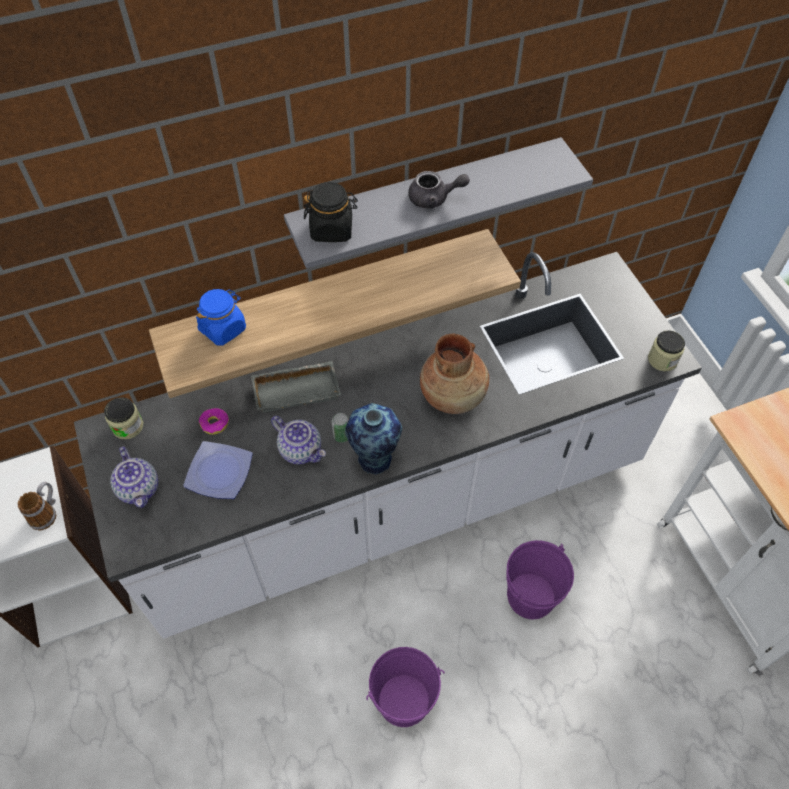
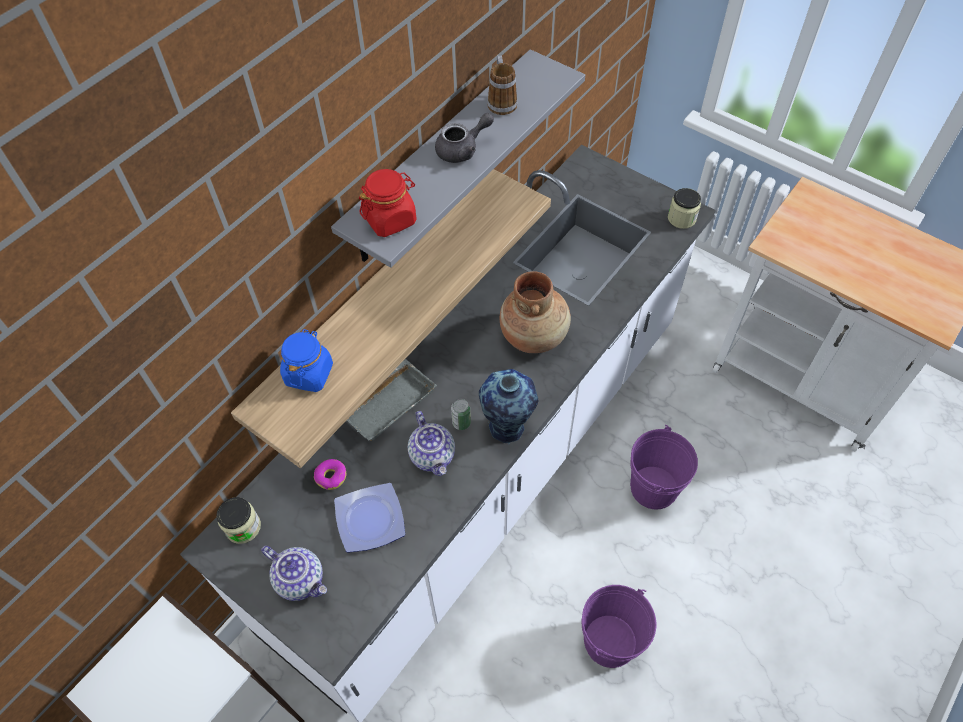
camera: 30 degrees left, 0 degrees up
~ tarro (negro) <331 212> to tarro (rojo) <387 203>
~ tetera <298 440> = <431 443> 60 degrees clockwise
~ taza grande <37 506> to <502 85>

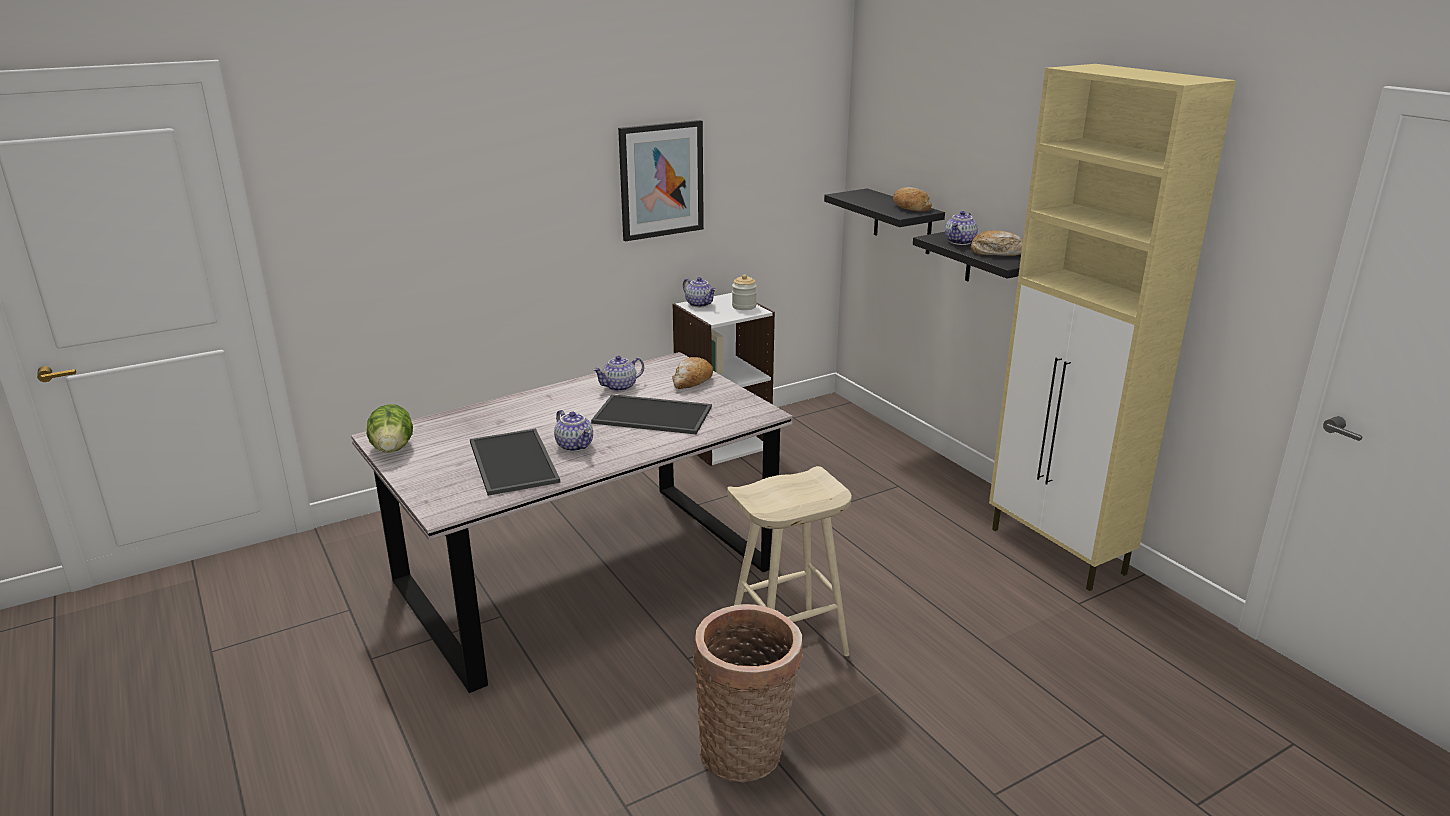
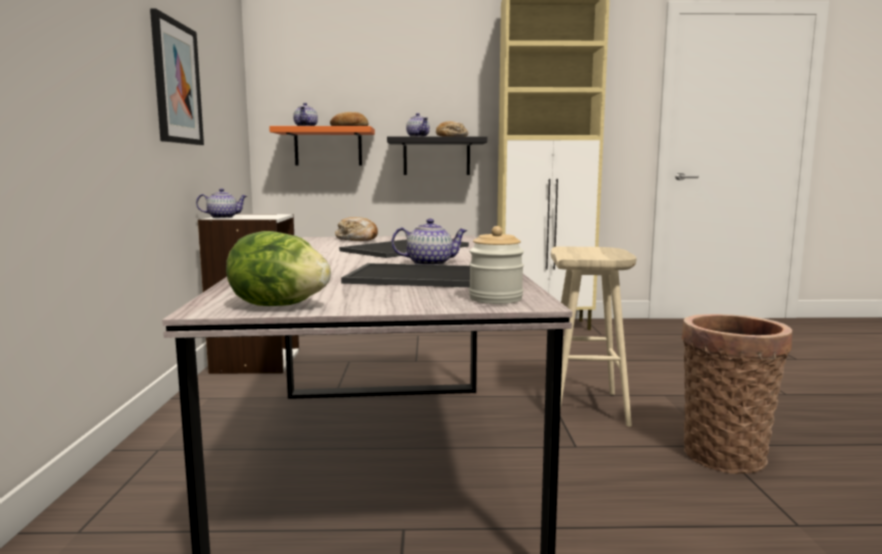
camera: 60 degrees left, 15 degrees down
~ estante (negro) <884 221> to estante (naranja) <322 145>
~ tarro <744 292> to <496 265>
~ tetera <618 374> to <305 114>

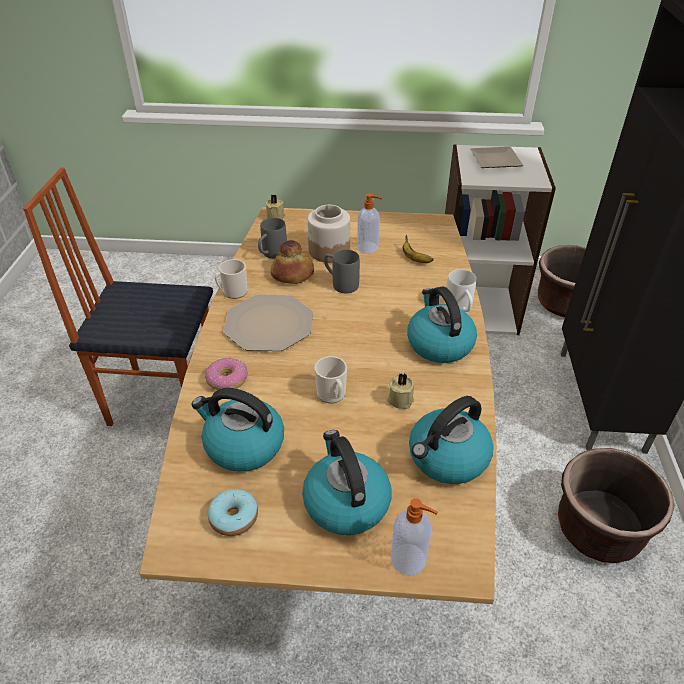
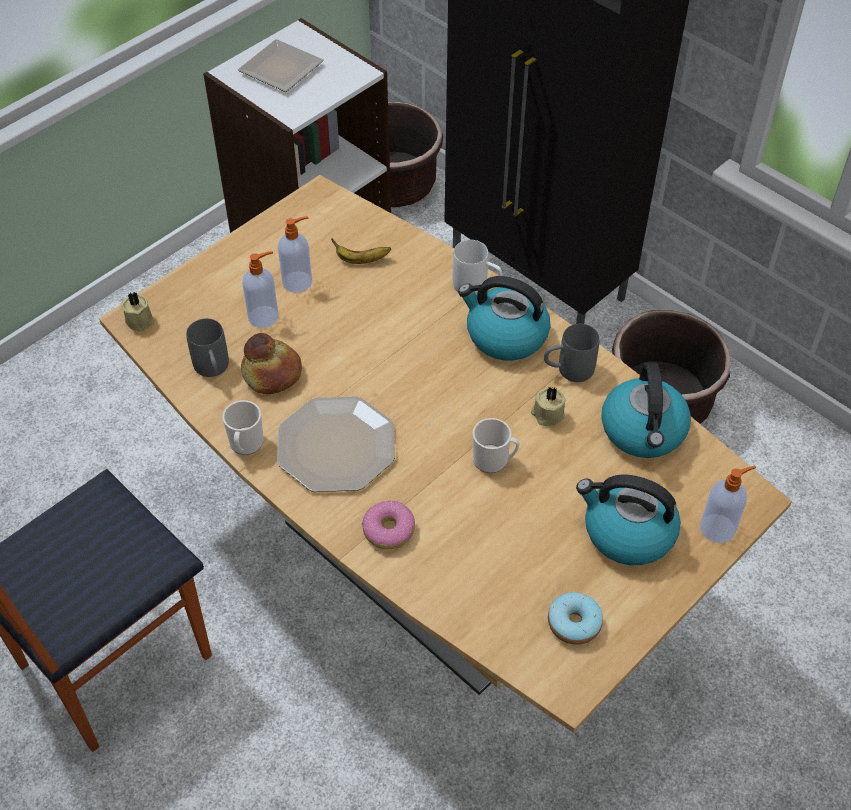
camera: 50 degrees left, 10 degrees up
~ tarro <328 234> to dispensador de jabón <260 289>
~ taza grande (gris) <342 271> to <572 353>
- hervidor <238 430>

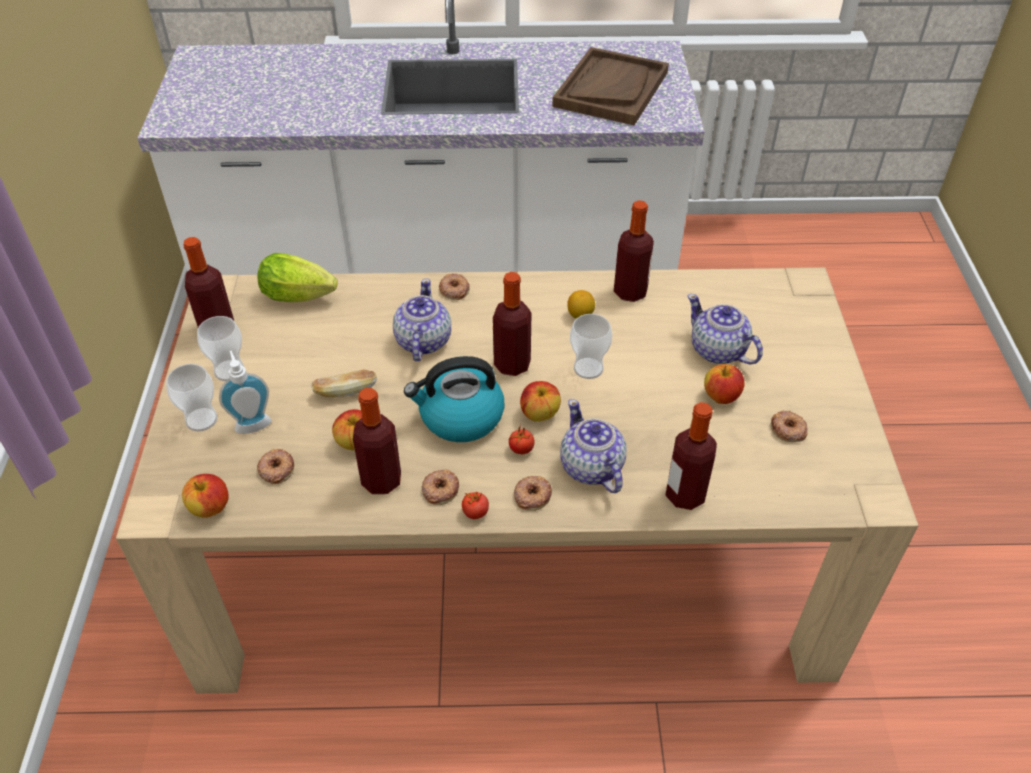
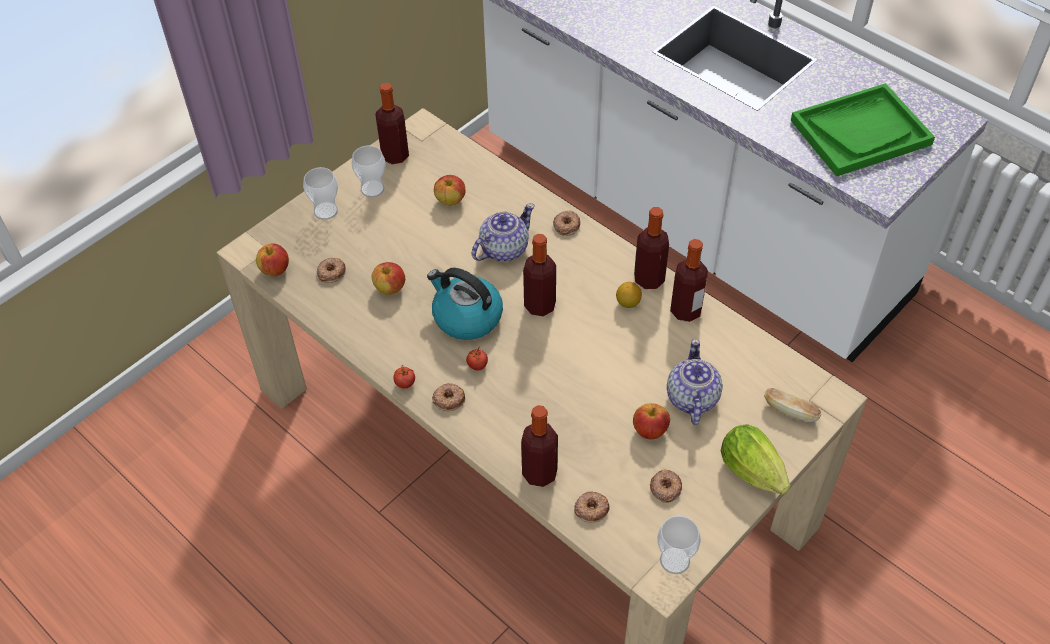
camera: 45 degrees right, 5 degrees up
~ bandeja (marrón) <610 86> to bandeja (verde) <863 130>
~ lechuga <298 277> to <755 459>
~ taza <591 346> to <679 545>
- dispensador de jabón <245 392>
~ pan <344 383> to <792 405>
~ manzana <540 401> to <450 190>
~ botella <377 441> to <651 248>
- tetera <593 446>
~ rosquilla <440 487> to <591 507>

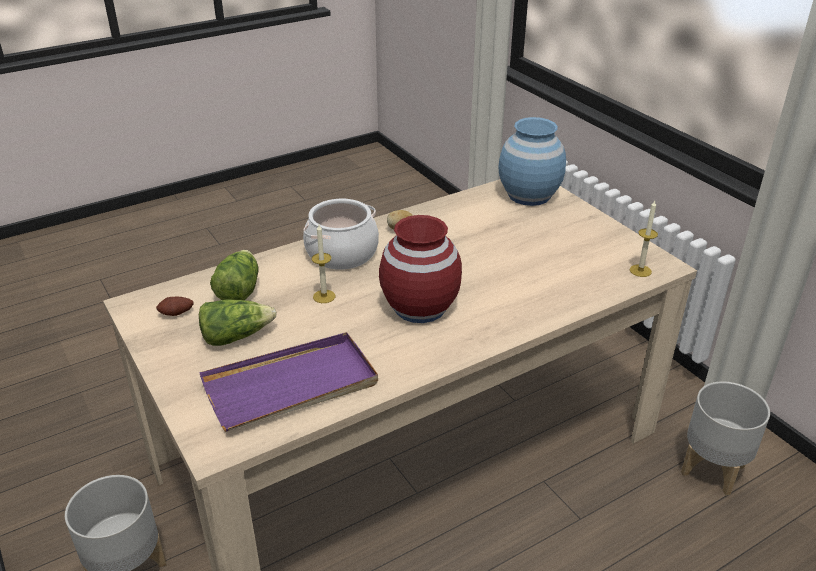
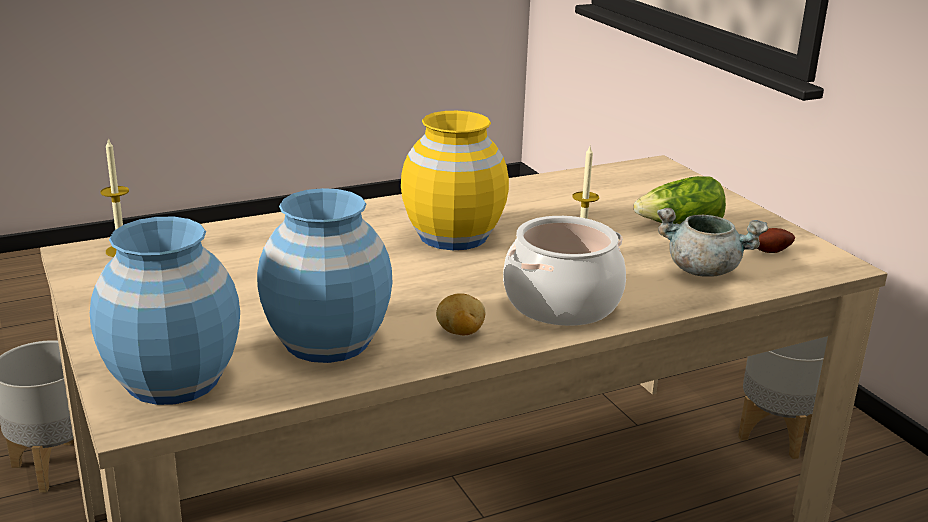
camera: 175 degrees left, 10 degrees down
~ florero (rojo) <420 269> to florero (amarillo) <455 180>
~ lechuga <234 275> to olla (gris) <712 242>
- bandeja (morado) <288 382>
+ florero (azul) <324 275>

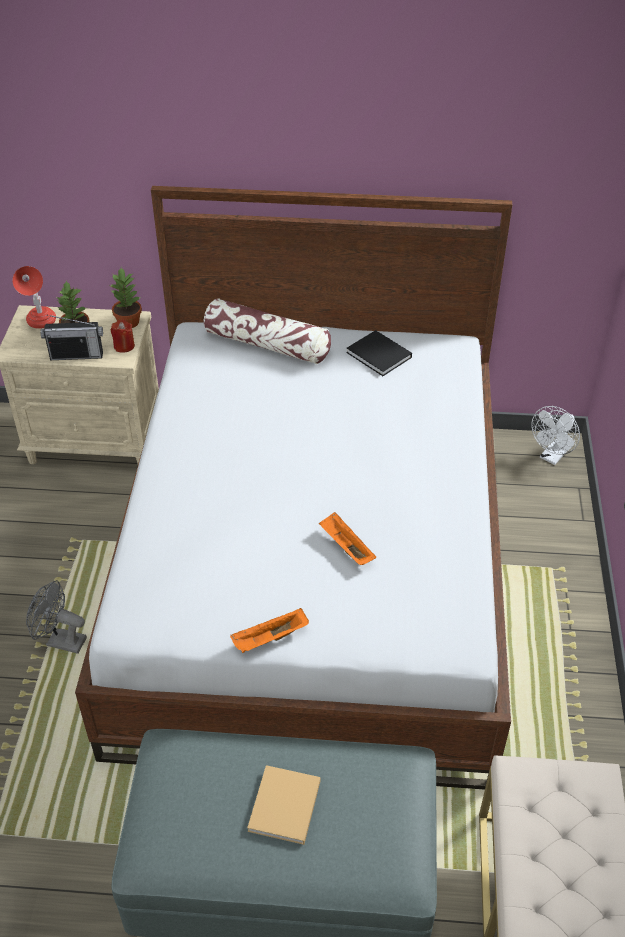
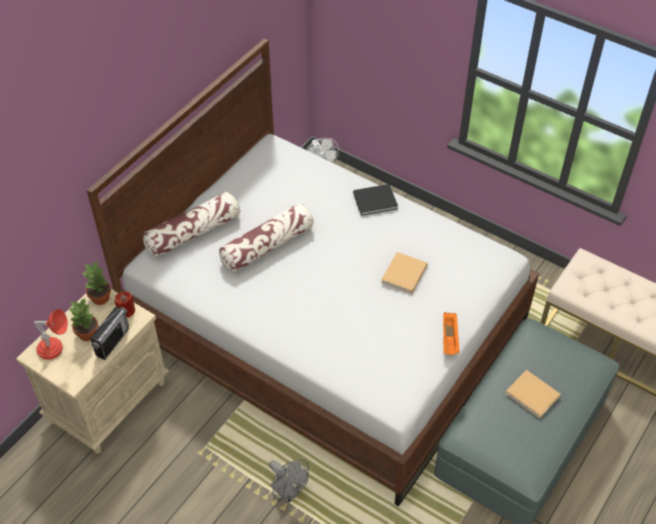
camera: 60 degrees left, 5 degrees up
~ libro (negro) <379 353> to <375 200>
~ bandeja (naranja) <347 538> to libro (beis) <404 273>
~ ventilador (gris) <56 617> = <289 481> 90 degrees counterclockwise
+ cojín <266 237>

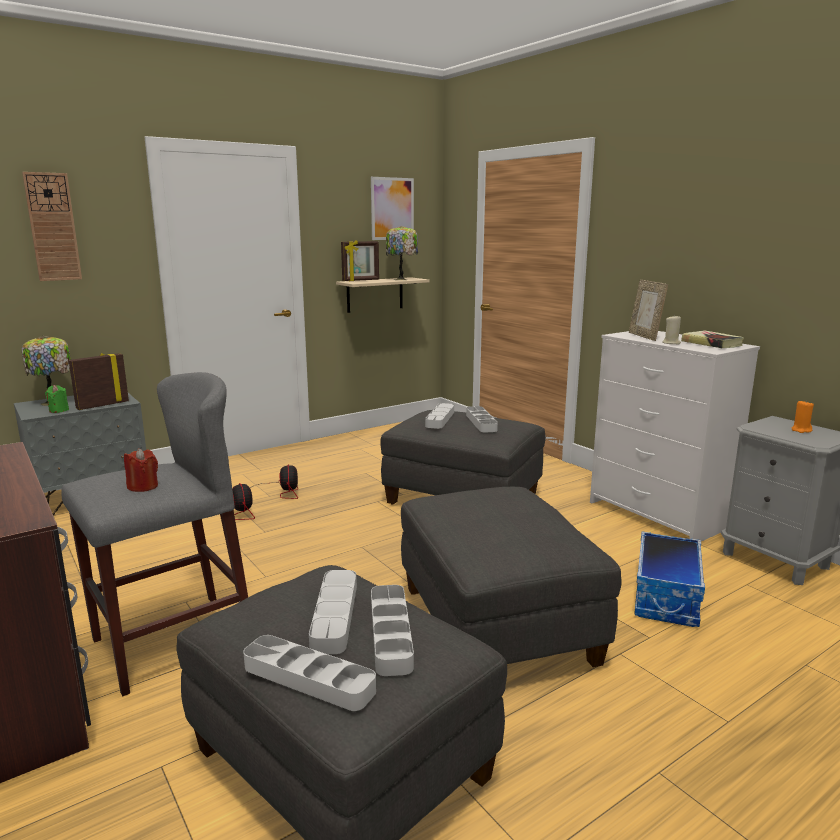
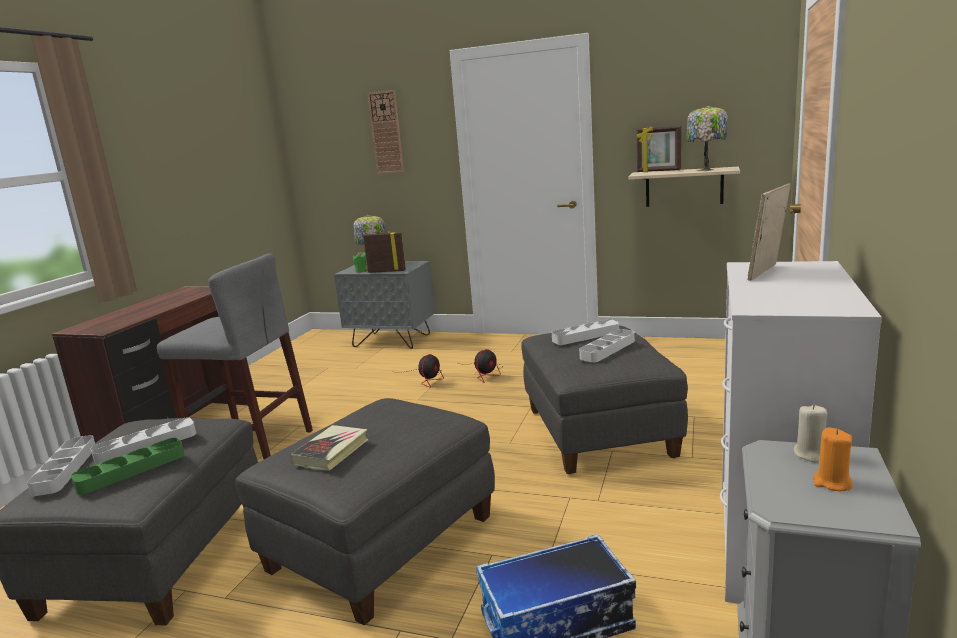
camera: 55 degrees right, 0 degrees up
- cuadro <392 208>
~ vela (beis) <671 329> to <811 433>
~ libro <712 339> to <329 448>
- vela (rojo) <141 470>
~ bandeja (gris) <392 630> to bandeja (verde) <128 466>

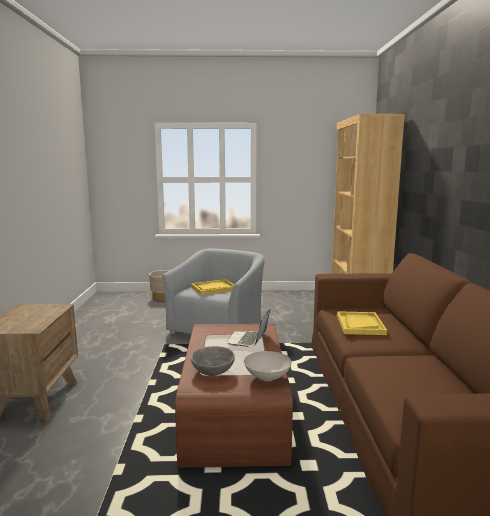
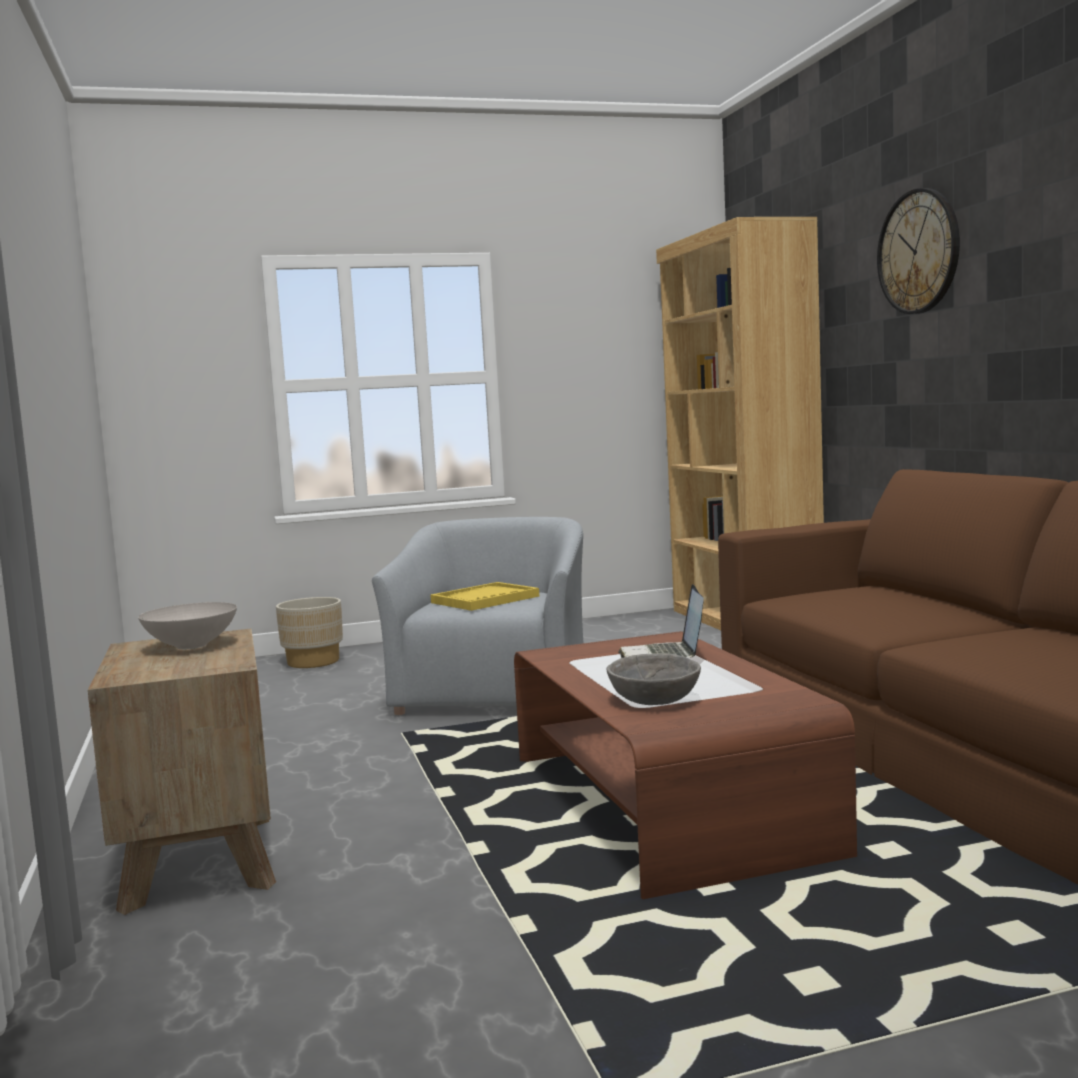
camera: 15 degrees left, 5 degrees down
- bandeja (amarillo) <362 323>
~ cuenco (blanco) <268 366> to <187 625>
+ reloj de pared <918 251>

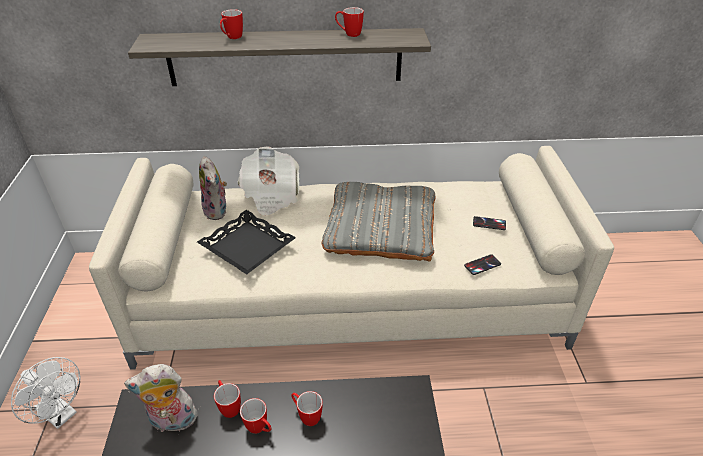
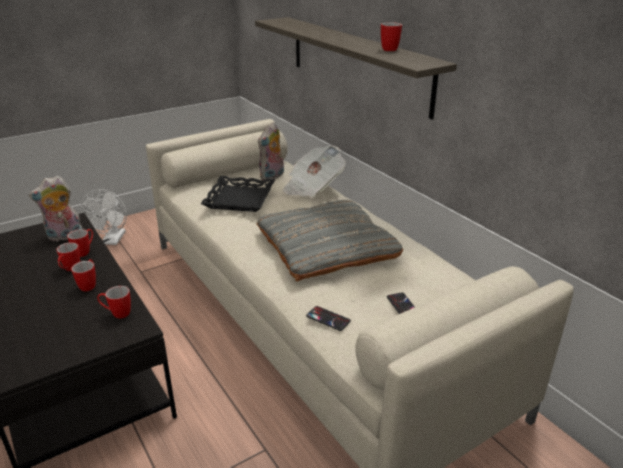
camera: 60 degrees right, 10 degrees down
~ taza grande <231 24> to <114 302>
~ peluche <162 398> = <55 209> 75 degrees counterclockwise

